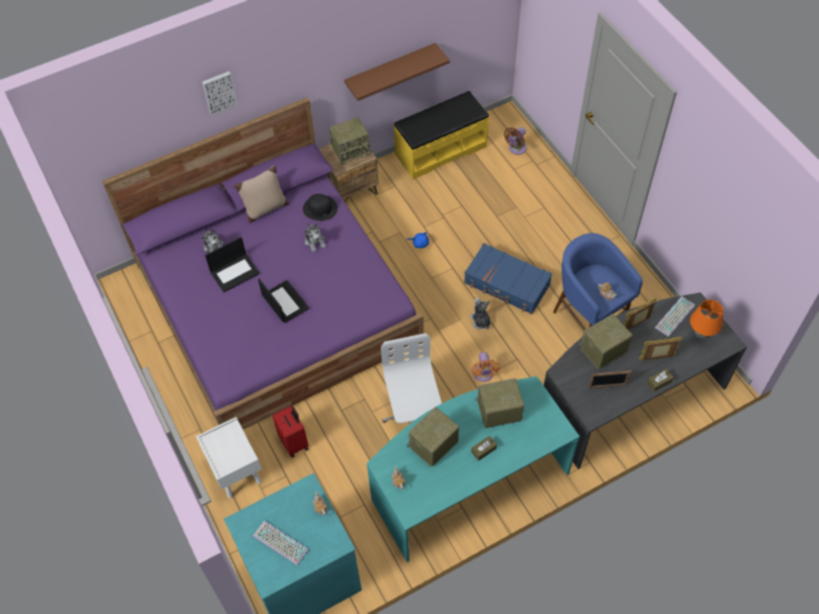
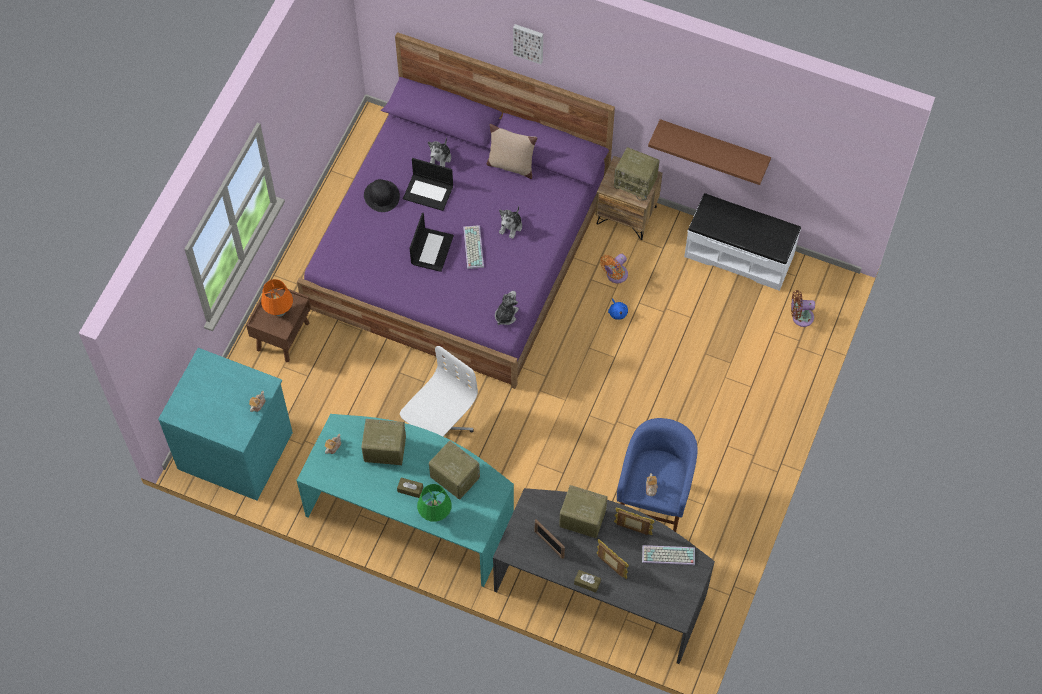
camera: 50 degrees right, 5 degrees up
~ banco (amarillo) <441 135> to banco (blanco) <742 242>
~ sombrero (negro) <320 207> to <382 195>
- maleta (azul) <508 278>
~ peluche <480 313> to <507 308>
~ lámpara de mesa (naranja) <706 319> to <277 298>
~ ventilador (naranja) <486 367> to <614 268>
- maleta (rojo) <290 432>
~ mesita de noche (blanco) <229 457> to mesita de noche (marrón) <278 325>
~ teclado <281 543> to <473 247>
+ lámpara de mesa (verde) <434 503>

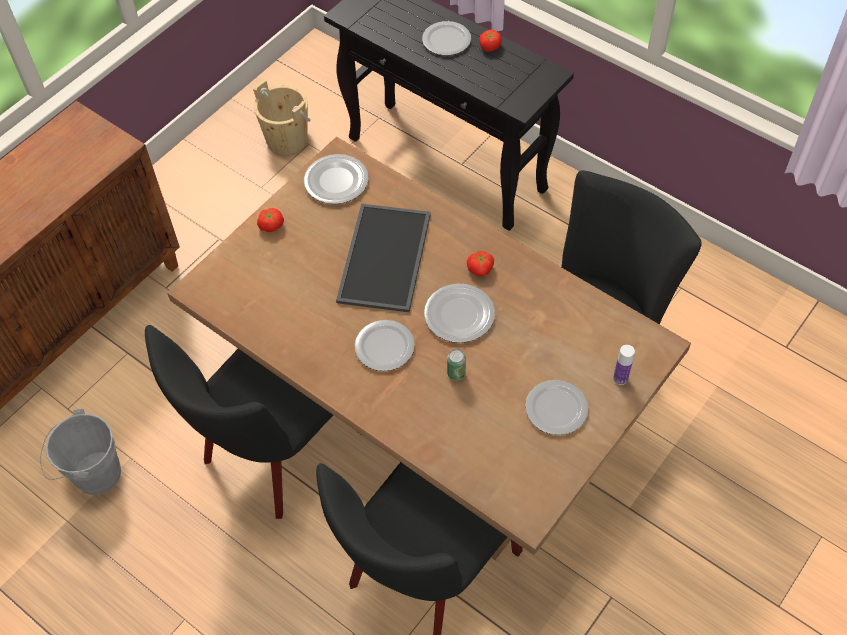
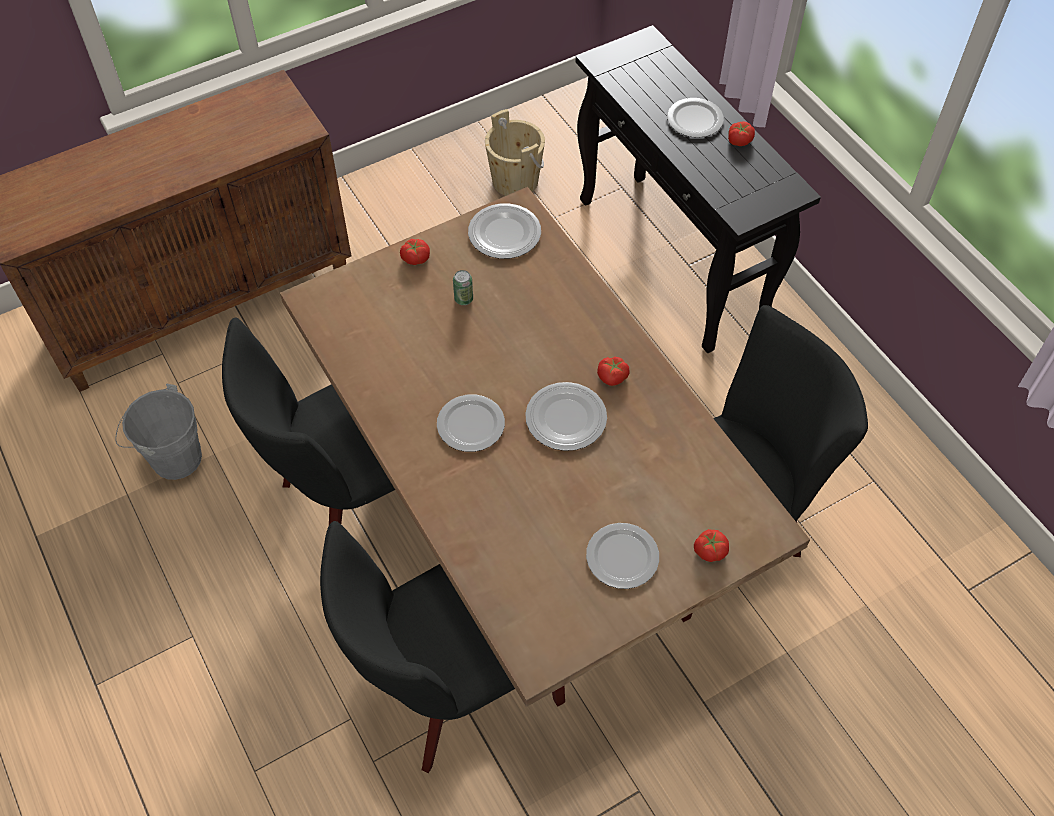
camera: 20 degrees right, 0 degrees up
- bandeja <383 258>
~ botella <624 365> to tomate <711 545>
~ lata <456 365> to <463 287>

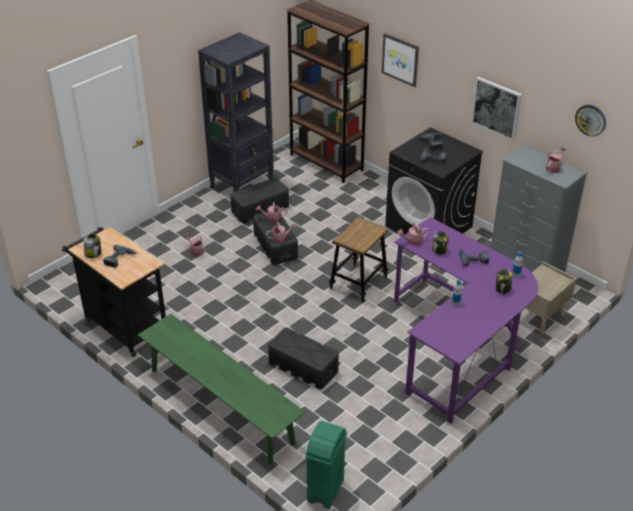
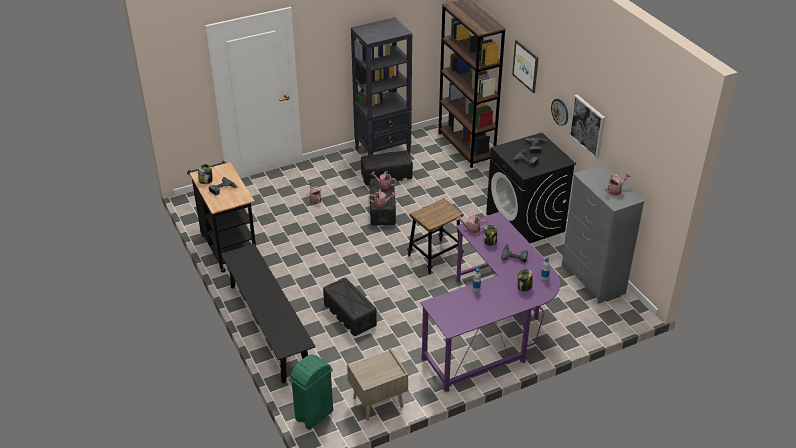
camera: 20 degrees right, 0 degrees up
~ reloj de pared <590 120> to <559 112>
~ mesita de noche (beis) <551 298> to <377 384>
~ banco (verde) <221 389> to banco (negro) <268 313>

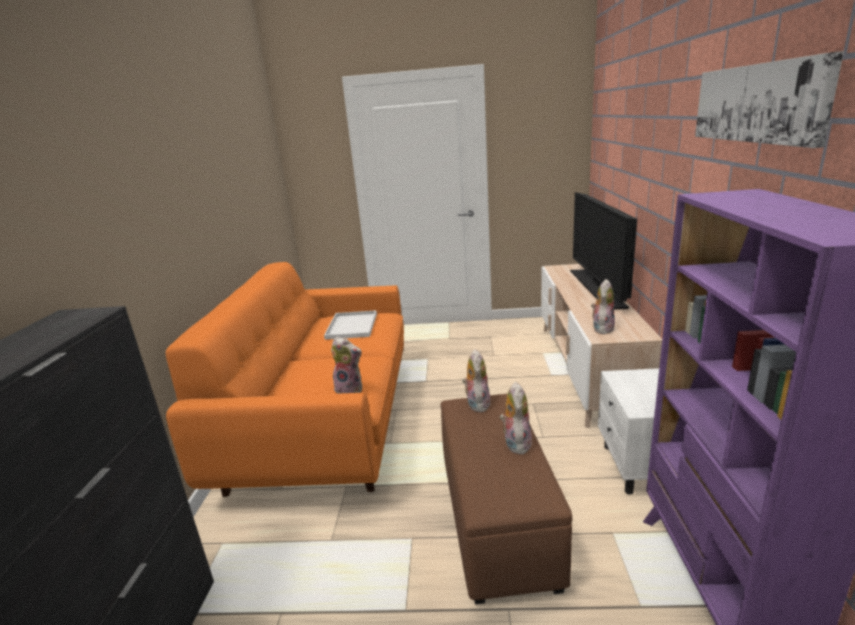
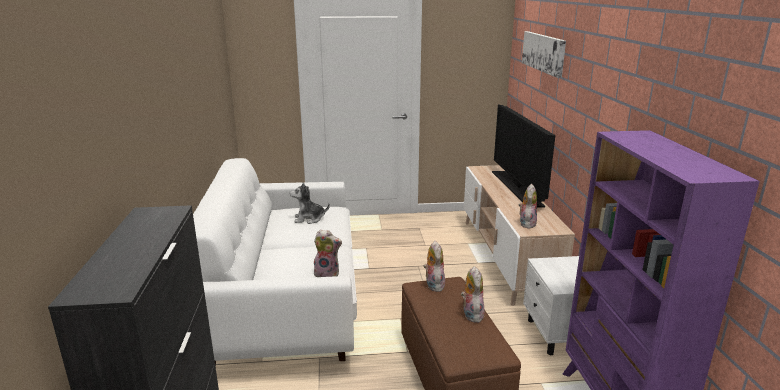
camera: 10 degrees left, 0 degrees up
~ cuadro <769 99> to <544 54>
~ sofá (naranja) <285 379> to sofá (blanco) <275 262>
~ bandeja (blanco) <350 325> to peluche <310 203>

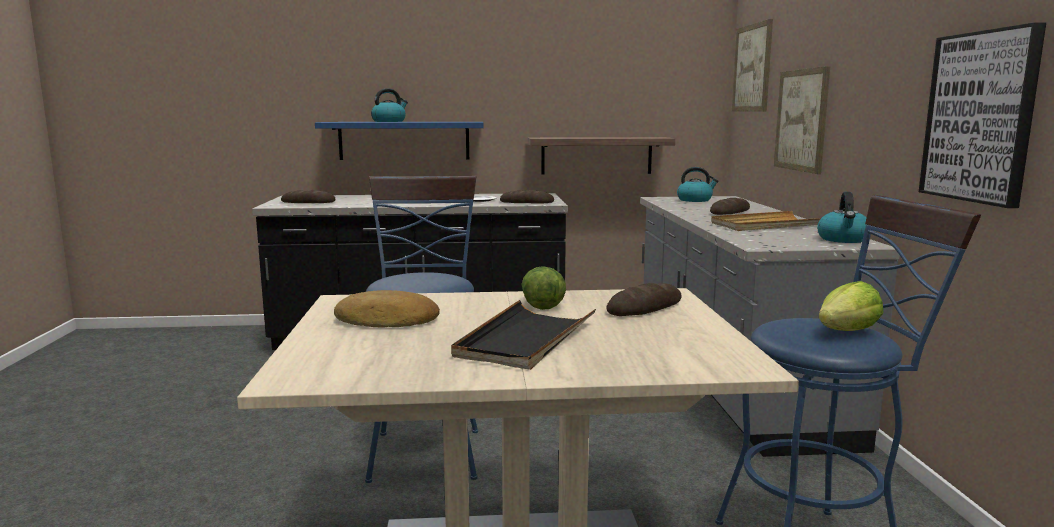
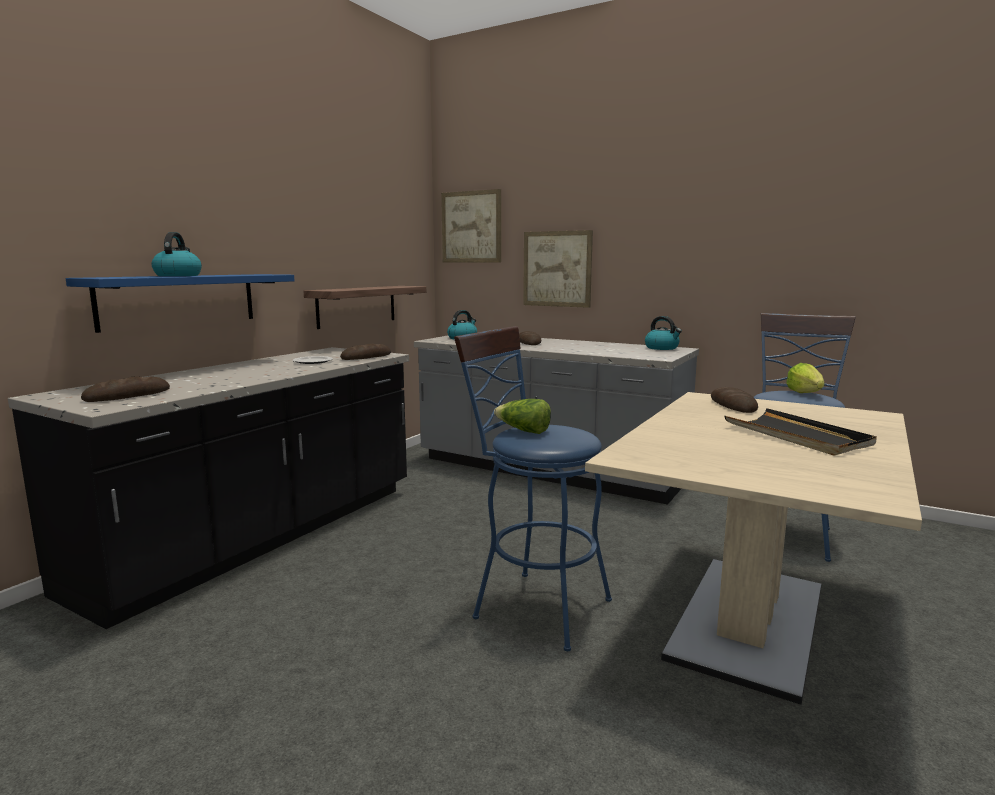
camera: 55 degrees left, 0 degrees up
- cuadro <982 115>
- bandeja (beis) <766 221>
~ lechuga <544 288> to <522 416>
- pan <387 309>

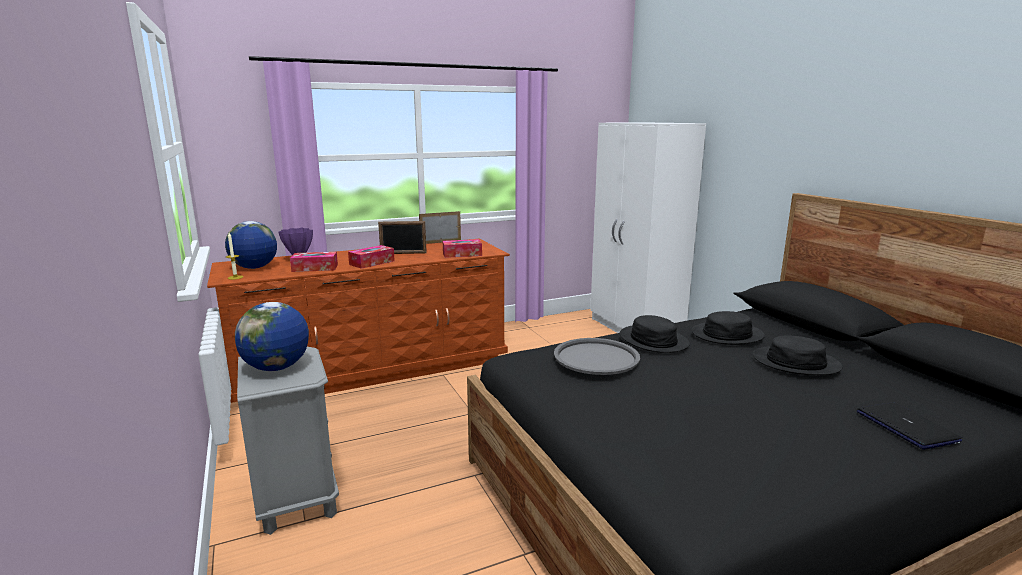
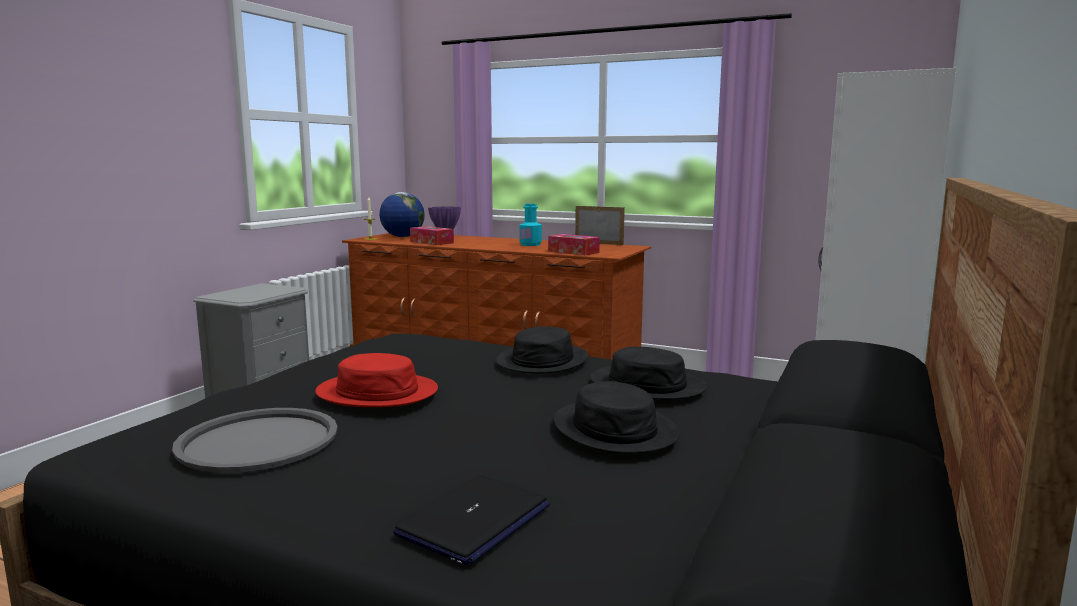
camera: 50 degrees right, 5 degrees down
~ portarretratos <402 237> to botella (turquesa) <530 225>
- caja de pañuelos <371 257>
- globo terráqueo <272 336>
~ bandeja (gris) <597 356> to <255 440>
+ sombrero (rojo) <376 380>

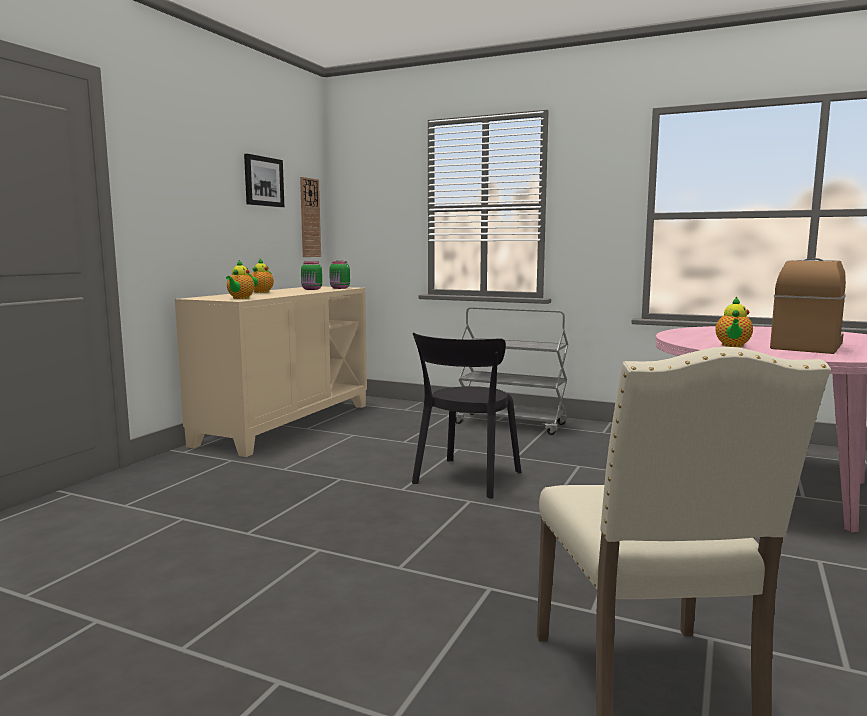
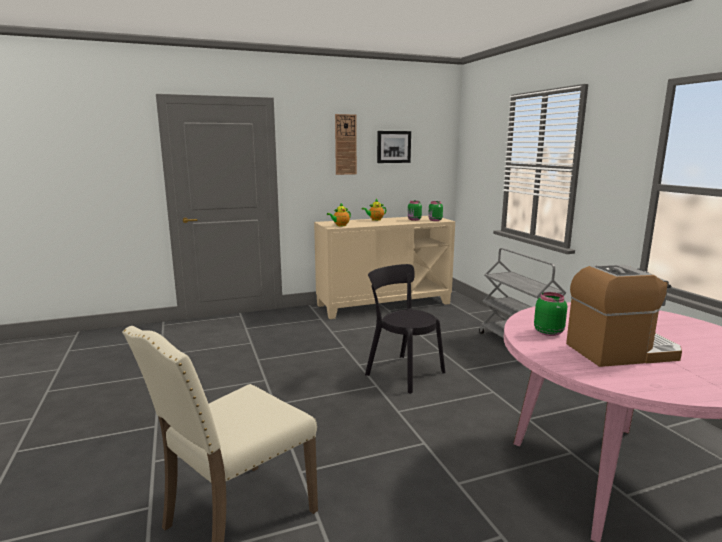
camera: 45 degrees right, 5 degrees up
~ reloj de pared <310 217> to <346 144>
~ tetera <734 321> to tarro (verde) <550 314>
~ silla (negro) <466 416> = <405 329> 60 degrees clockwise

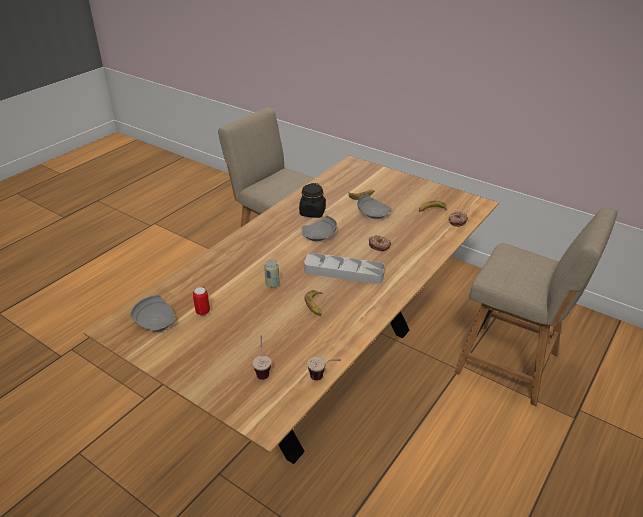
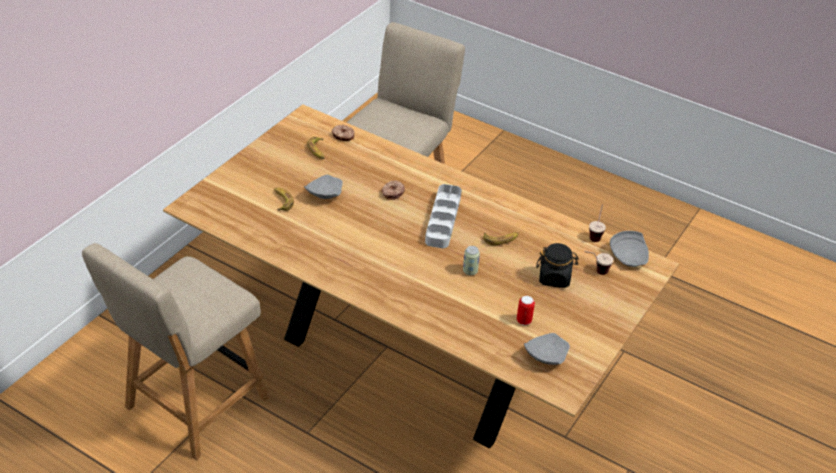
camera: 95 degrees left, 5 degrees up
~ tarro (negro) <312 200> to <557 265>
~ plato (gris) <319 228> to <629 249>

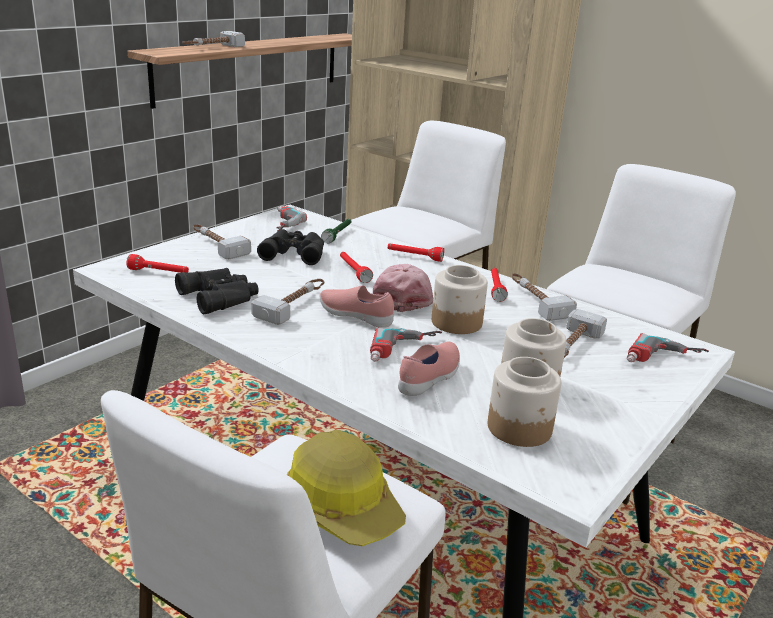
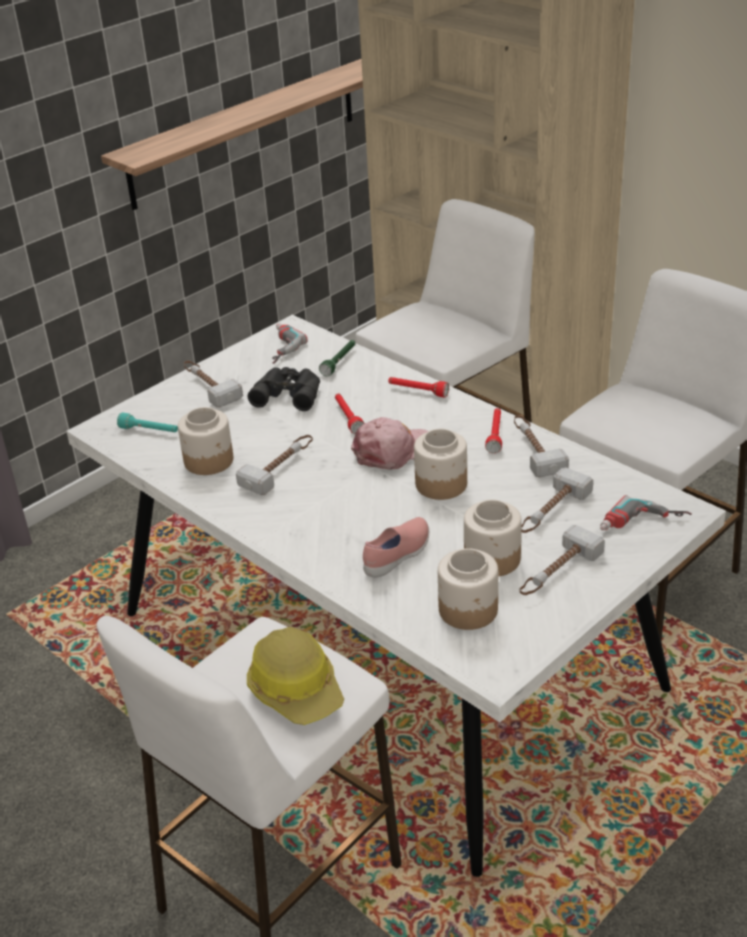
camera: 10 degrees right, 10 degrees up
~ martillo <213 39> to <562 560>
~ linterna (rojo) <157 263> to linterna (turquesa) <147 422>
~ gorra (rosa) <403 288> = <389 443> 45 degrees clockwise
~ prismáticos (negro) <217 291> to tarro <205 441>
- zapato (rosa) <357 306>
- taladro <406 345>

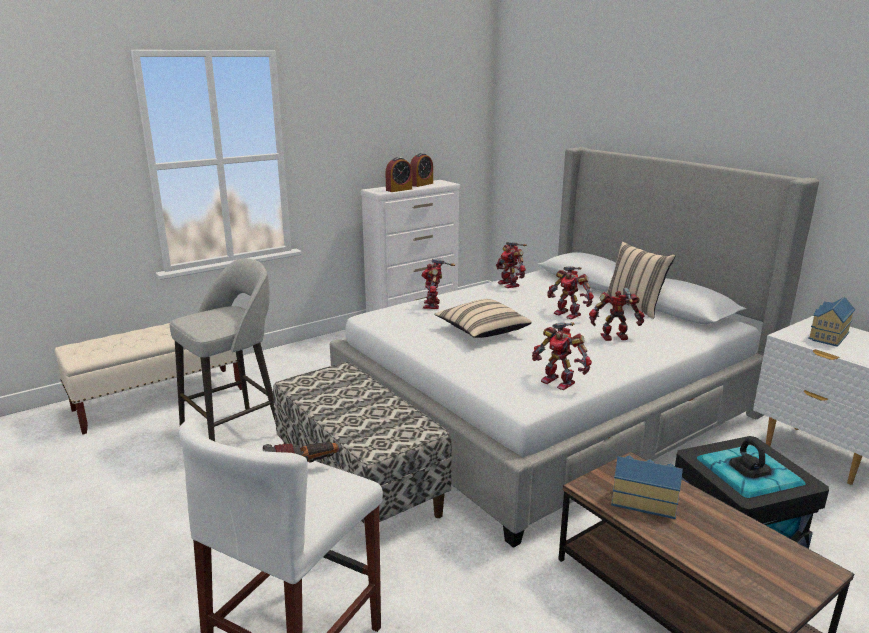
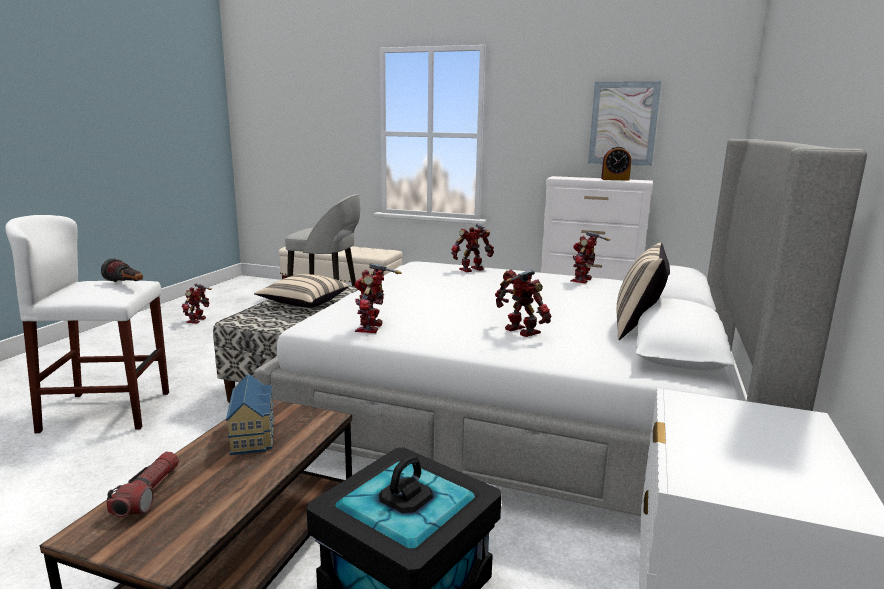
camera: 55 degrees right, 5 degrees down
- despertador <399 174>
~ robot de juguete <570 293> to <197 303>
- casita <831 322>
~ cojín (beis) <483 318> to <301 291>
+ cuadro <624 123>
+ linterna <143 484>

